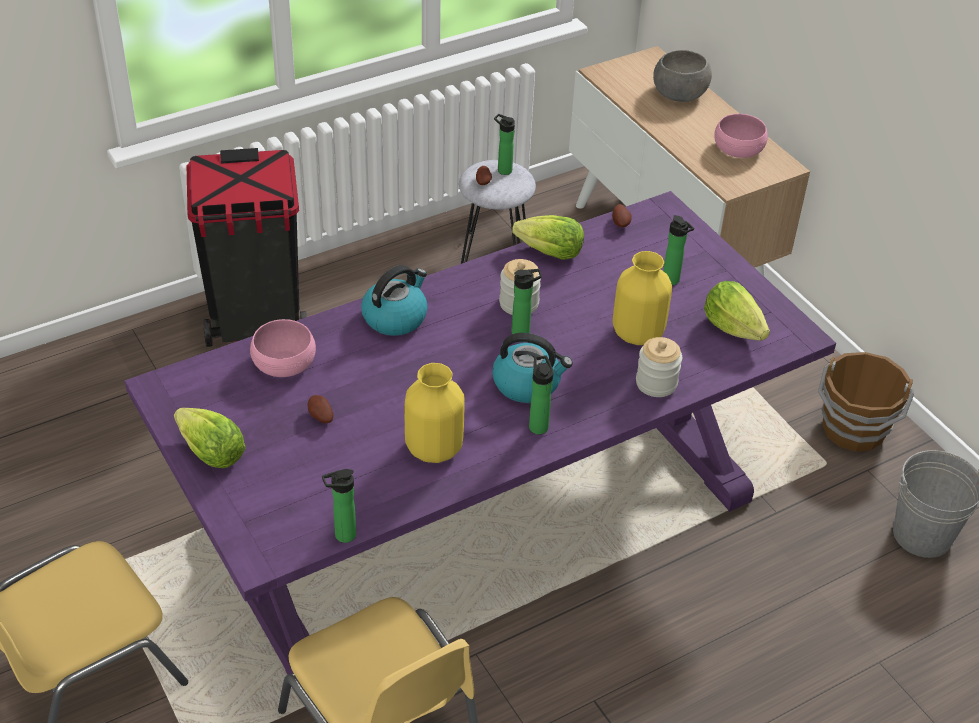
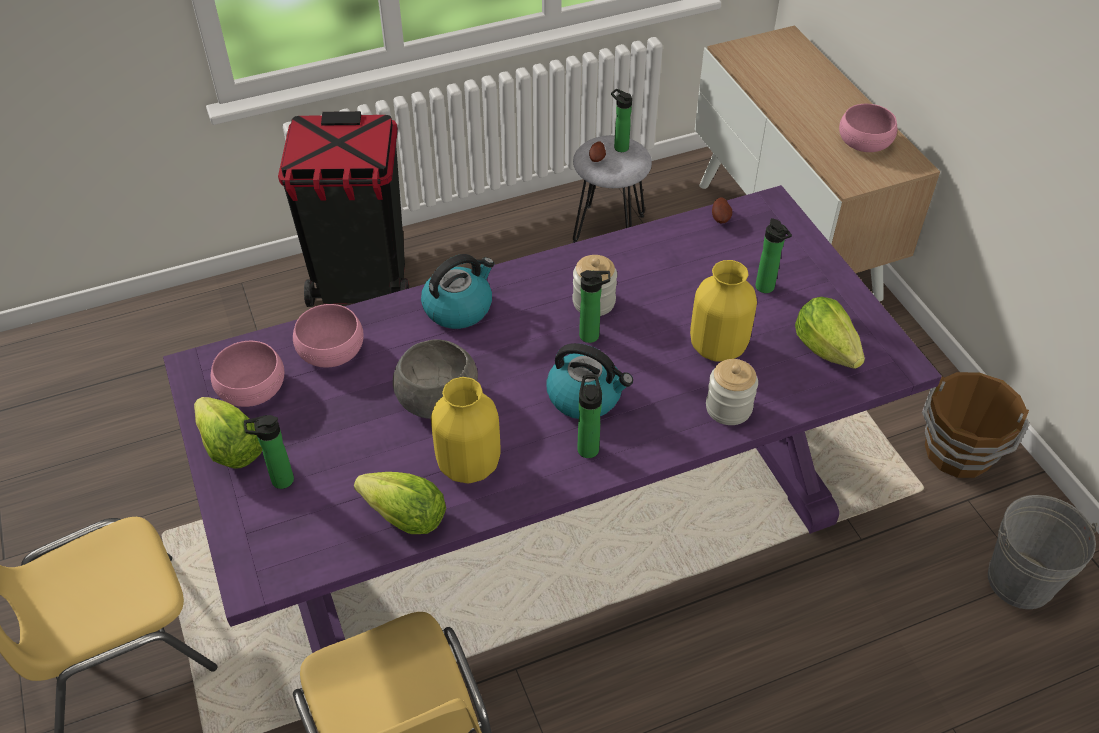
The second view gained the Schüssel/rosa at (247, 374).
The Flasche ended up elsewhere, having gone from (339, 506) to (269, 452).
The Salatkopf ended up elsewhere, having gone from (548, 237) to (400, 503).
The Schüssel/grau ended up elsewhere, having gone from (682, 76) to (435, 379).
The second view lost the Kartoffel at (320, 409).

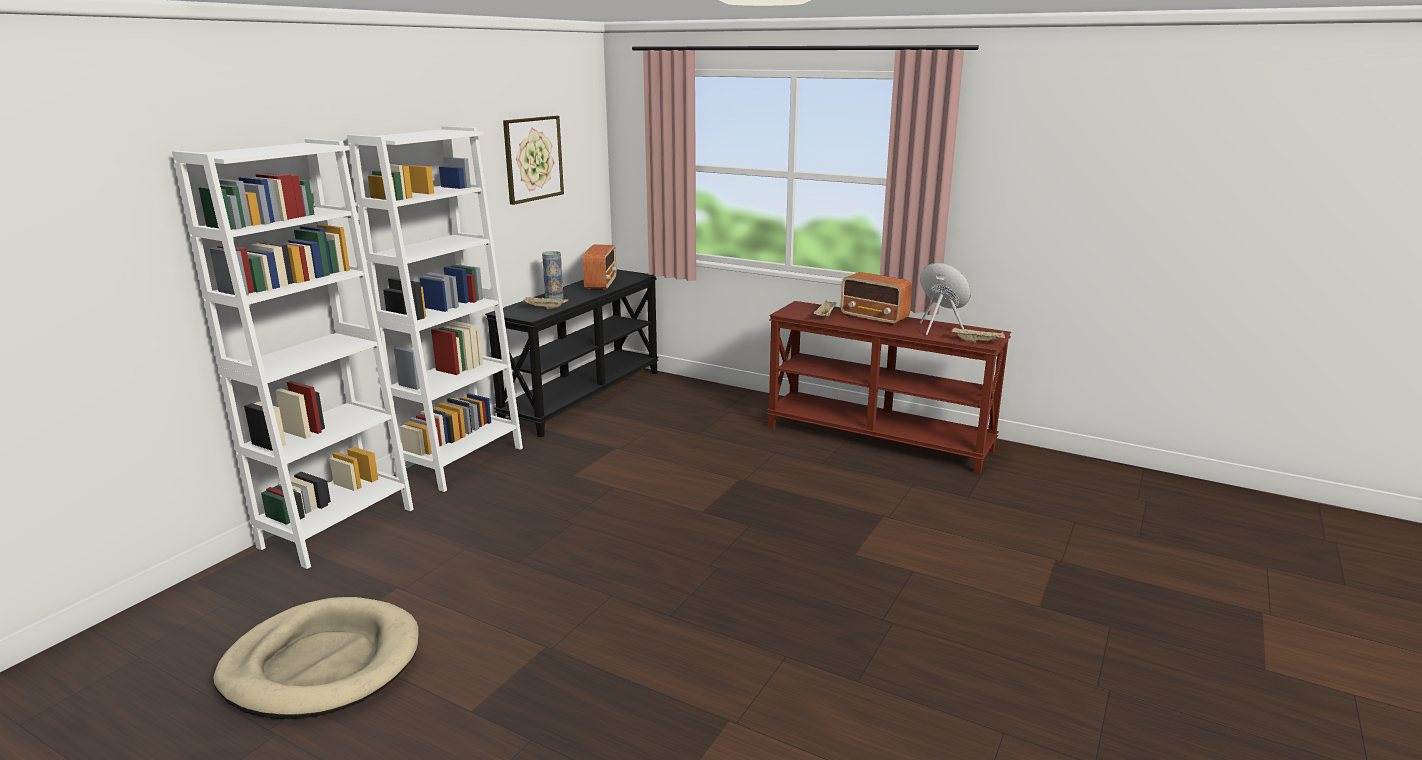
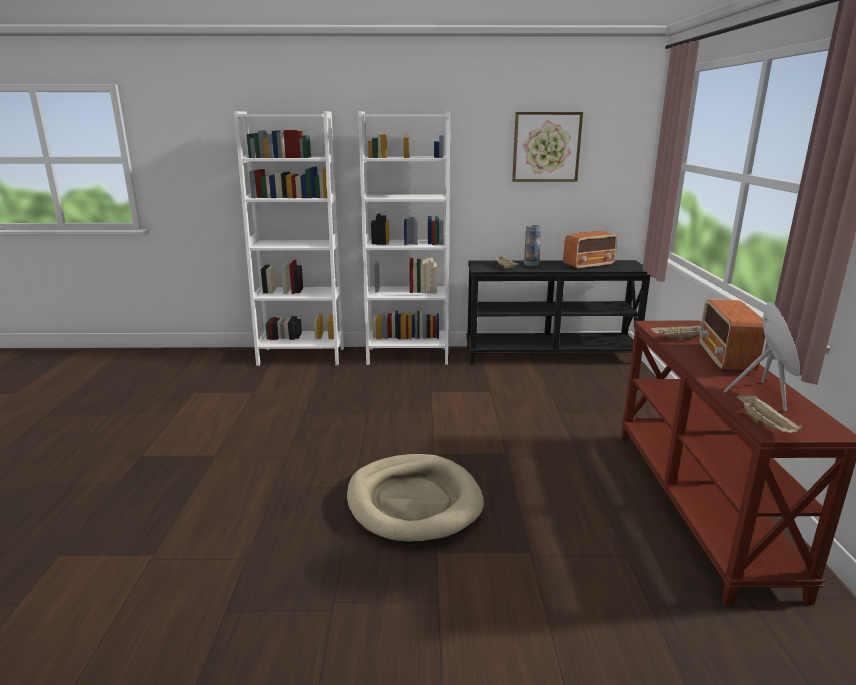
The Hundebett/beige ended up elsewhere, having gone from (316, 658) to (415, 499).

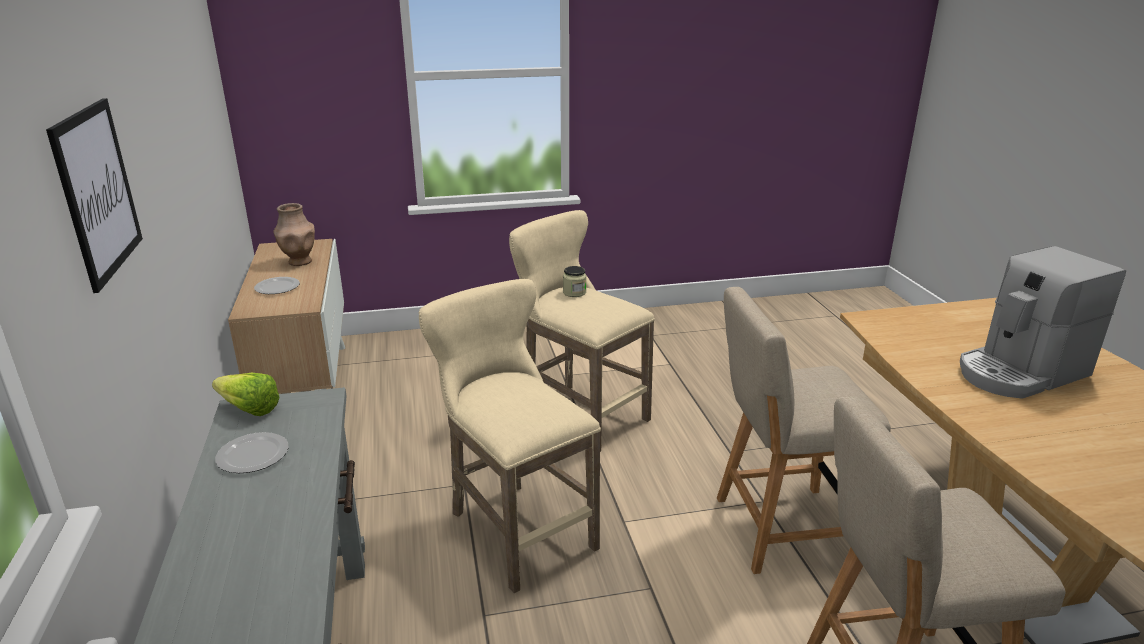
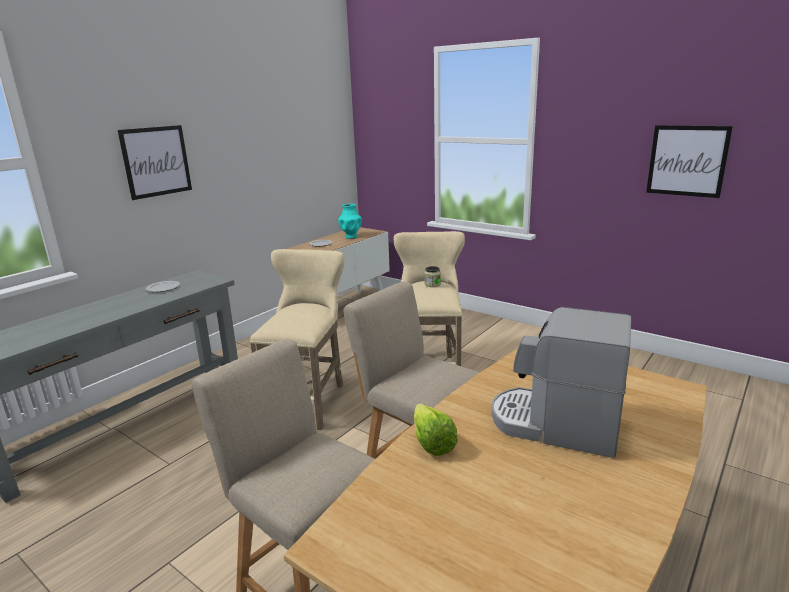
What was the Vase/braun at (294, 234) turned into the Vase/türkis at (350, 221).
The Salatkopf ended up elsewhere, having gone from (246, 394) to (436, 430).
The second view gained the Bild at (689, 161).

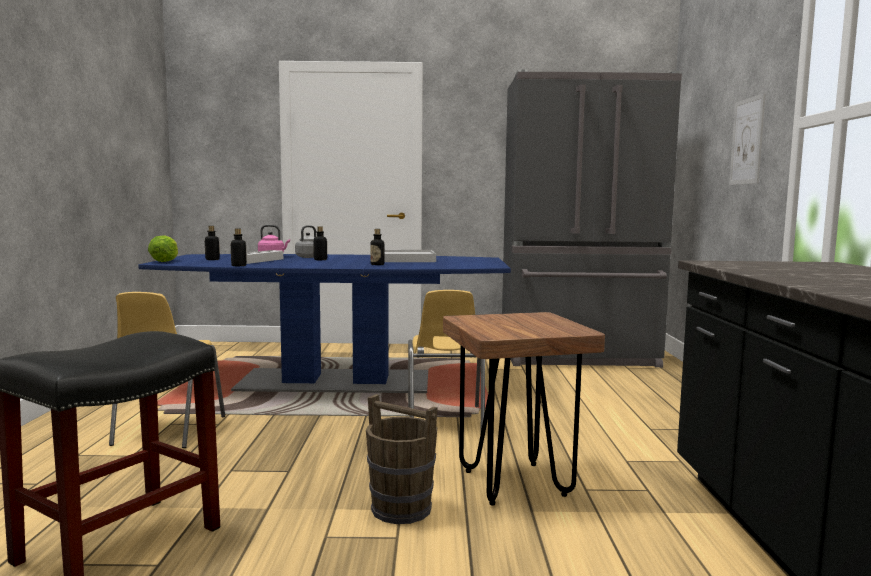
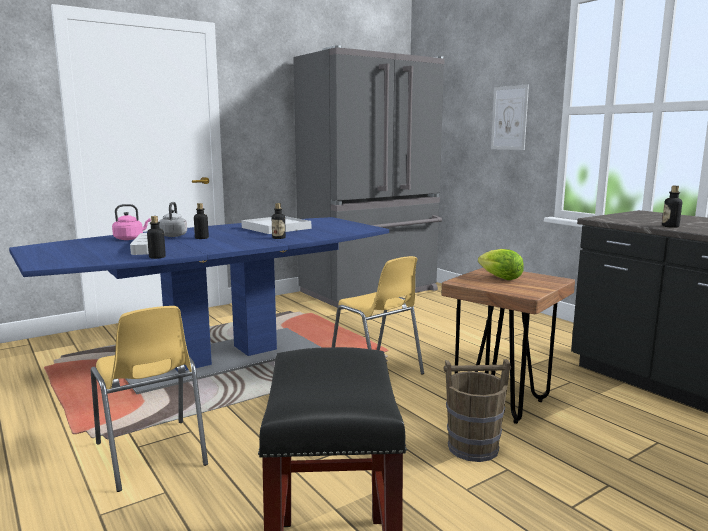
The Salatkopf ended up elsewhere, having gone from (163, 248) to (501, 264).
The Flasche ended up elsewhere, having gone from (212, 243) to (672, 207).

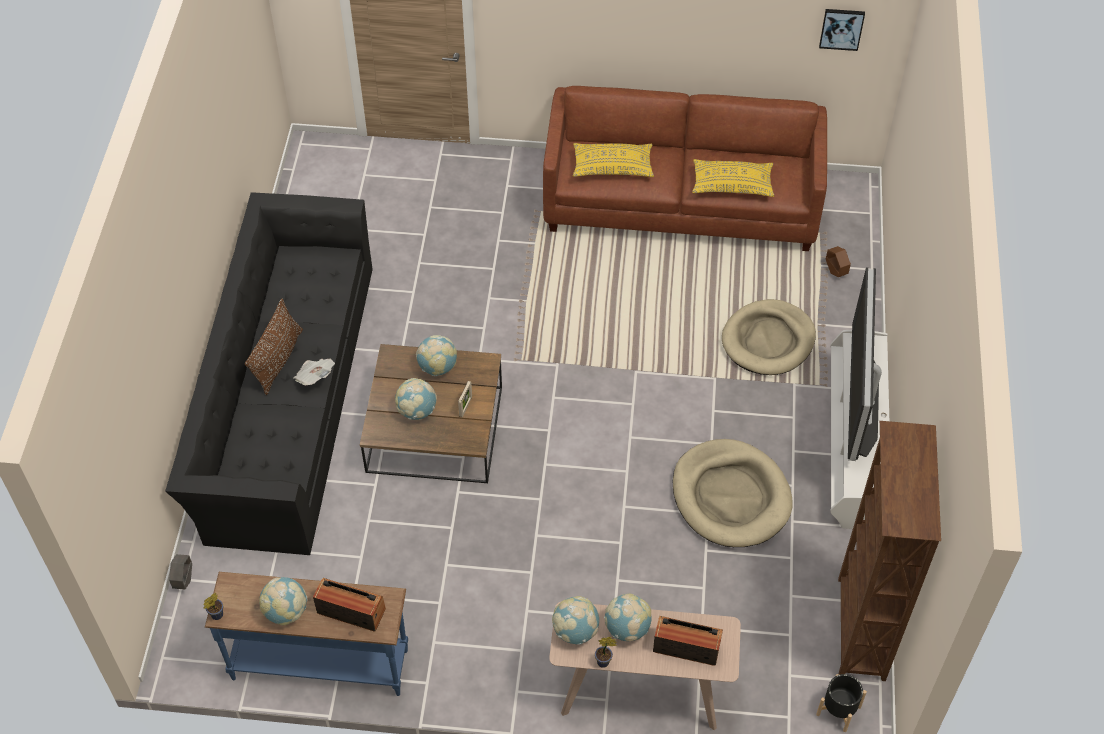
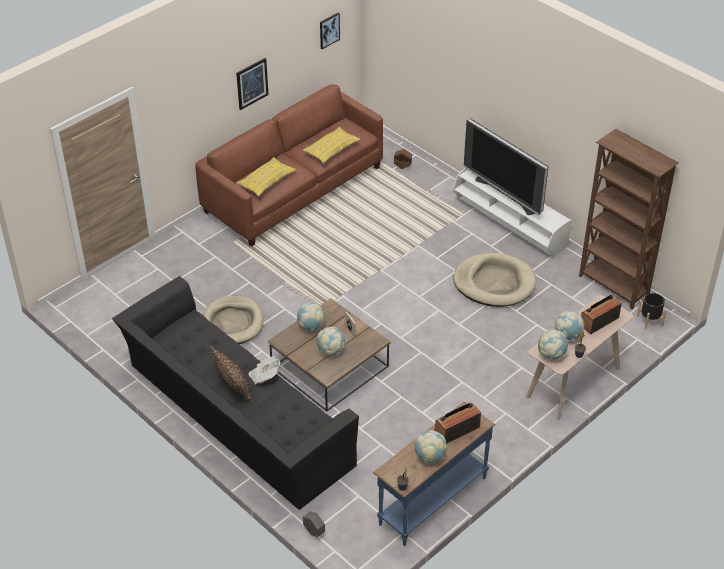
The Hundebett/beige ended up elsewhere, having gone from (769, 337) to (233, 320).
The second view gained the Bild at (252, 84).

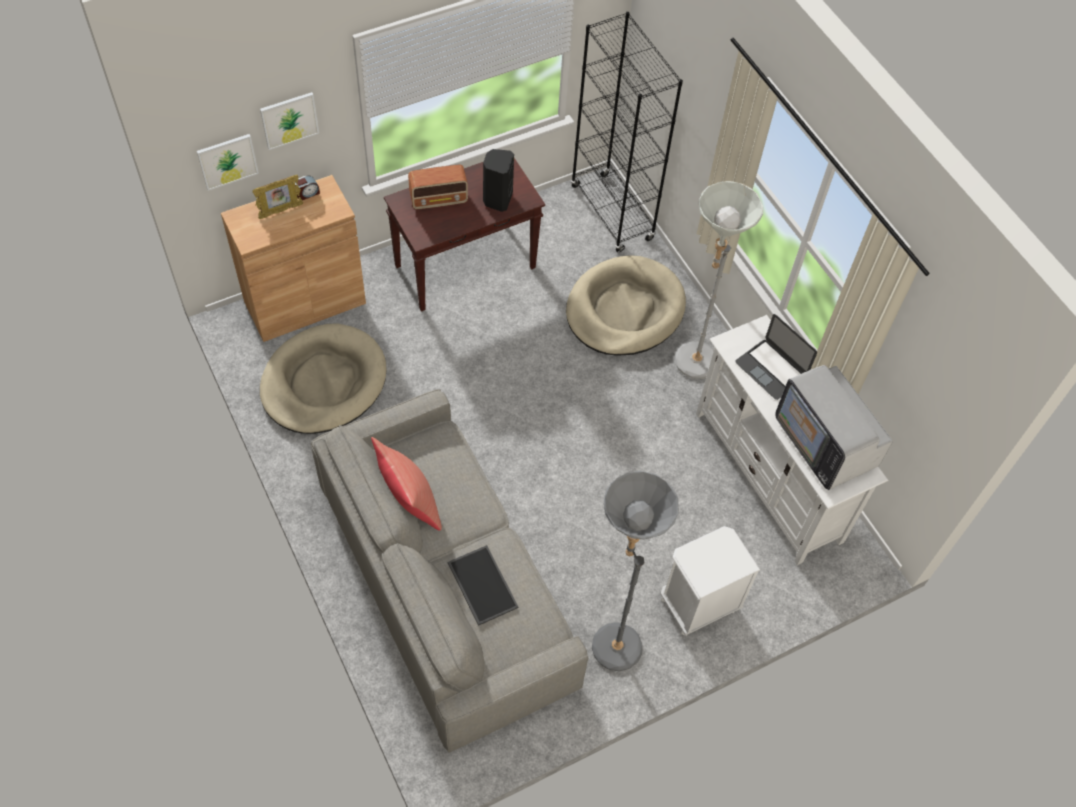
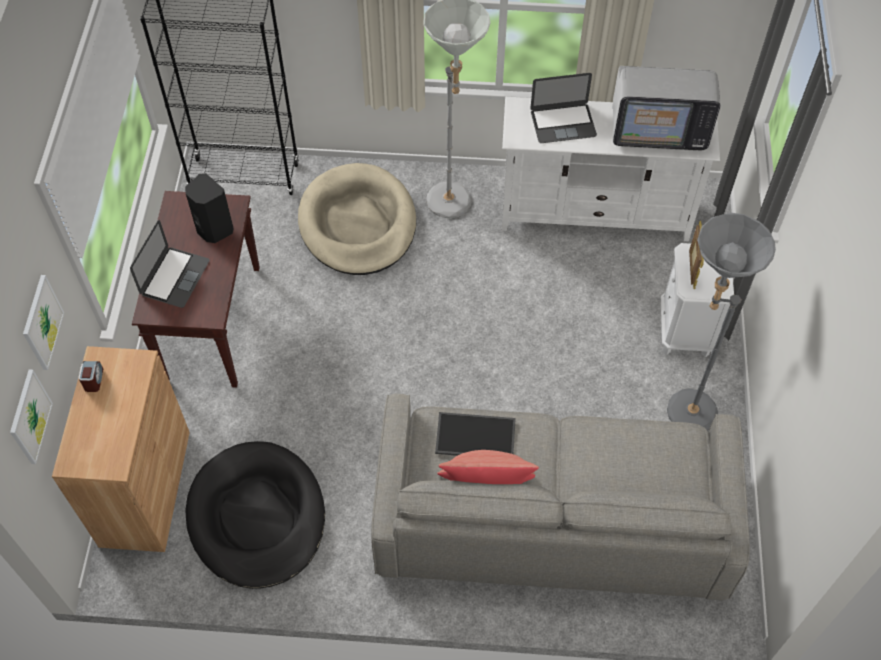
Where the Radio stood at (438, 186), the Laptop came to stand at (169, 264).
What was the Hundebett/beige at (323, 379) turned into the Hundebett/schwarz at (255, 515).
The Tablett ended up elsewhere, having gone from (483, 585) to (475, 434).
The Bilderrahmen ended up elsewhere, having gone from (278, 197) to (696, 255).

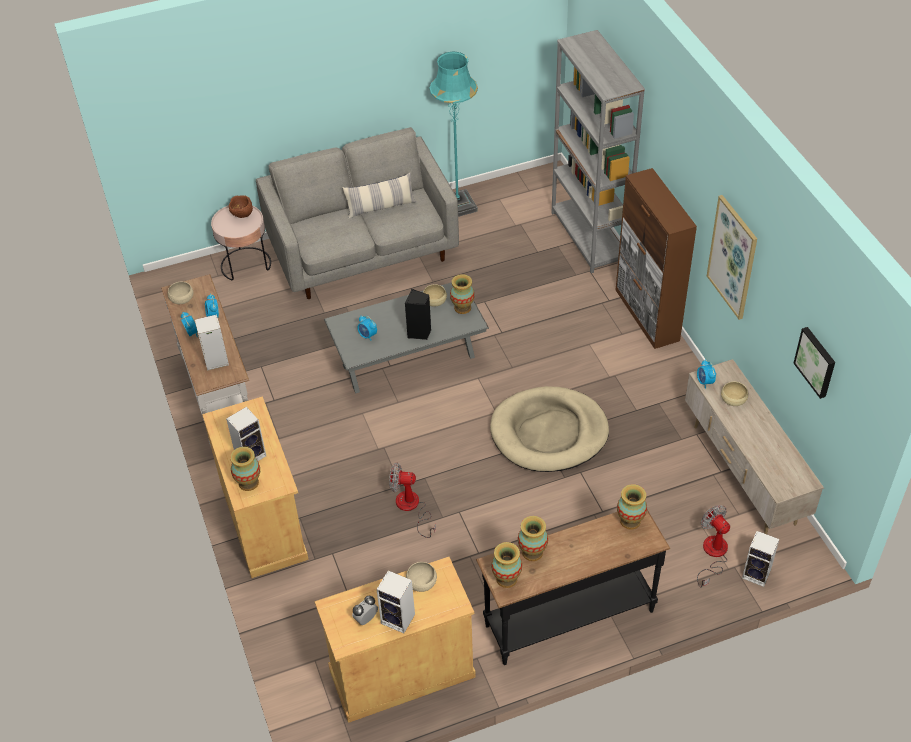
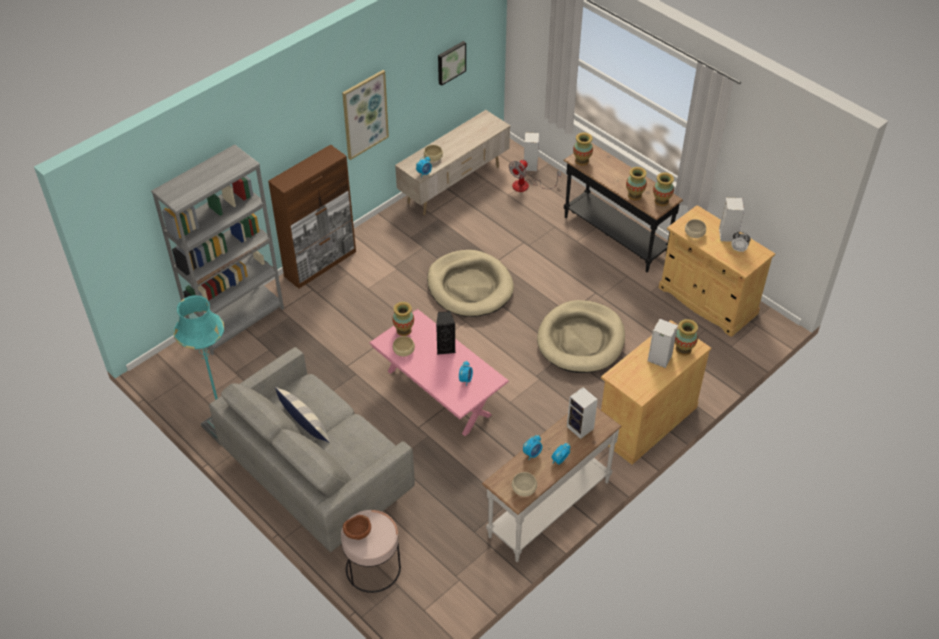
What was the Couchtisch/grau at (406, 338) turned into the Couchtisch/rosa at (439, 372).
Where the Ventilator stood at (412, 500), the Hundebett/beige came to stand at (581, 336).

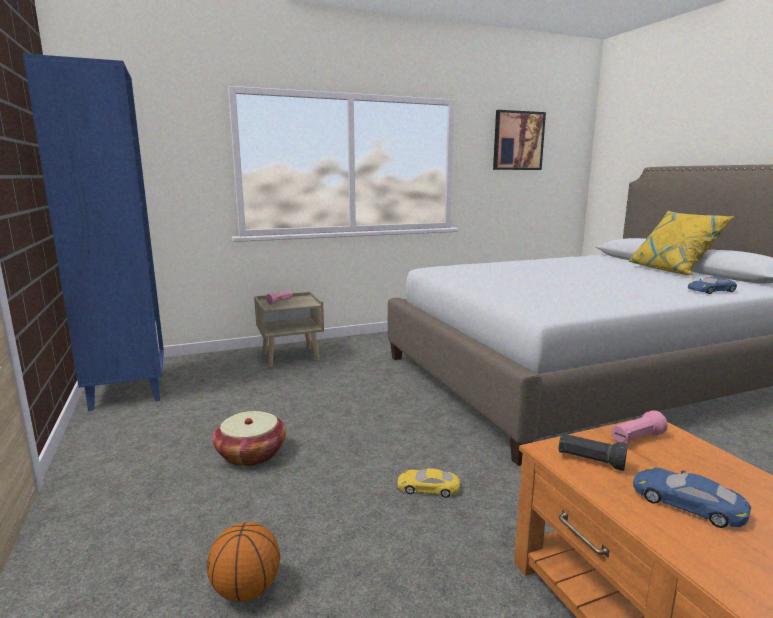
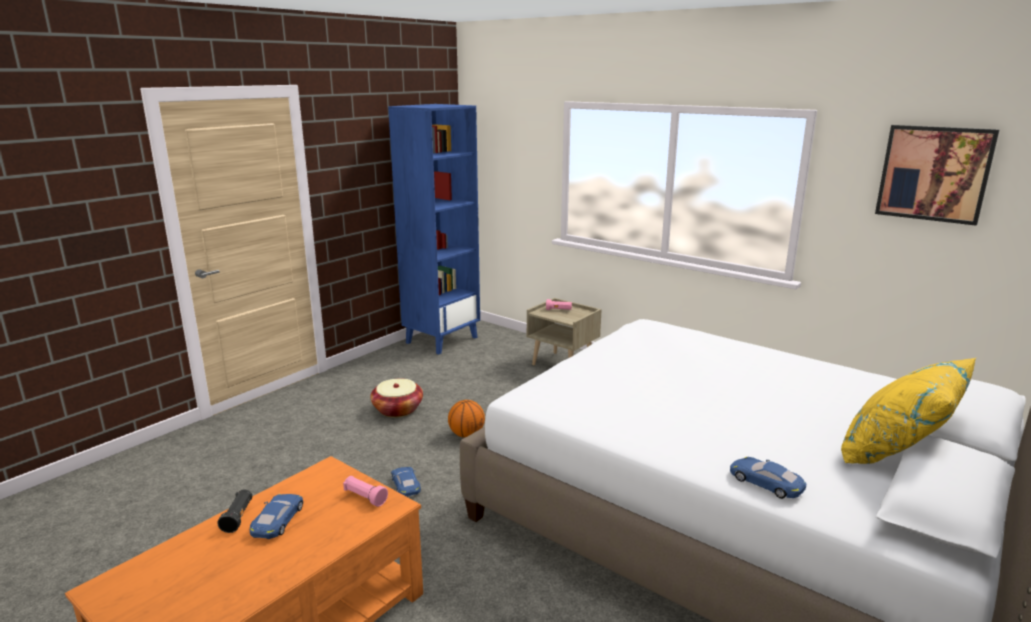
The Taschenlampe/schwarz ended up elsewhere, having gone from (593, 452) to (234, 511).
What was the Spielzeugauto/gelb at (429, 482) turned into the Spielzeugauto/blau at (406, 481).
The Basketball ended up elsewhere, having gone from (243, 562) to (466, 418).

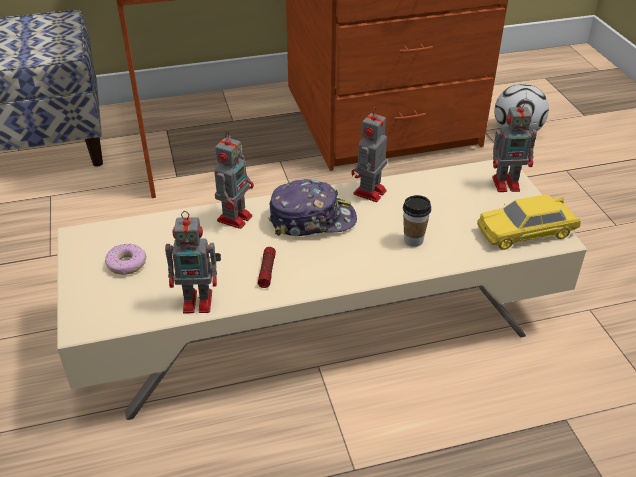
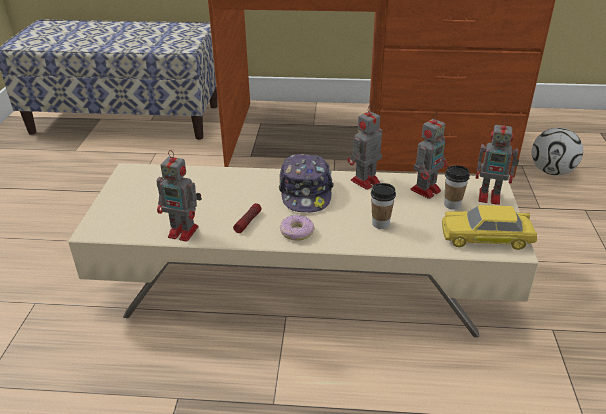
The Kappe at (312, 207) ended up facing another way, 75 degrees clockwise from before.
The Donut ended up elsewhere, having gone from (126, 259) to (297, 228).
The Spielzeugroboter ended up elsewhere, having gone from (234, 180) to (429, 156).
The second view gained the Tasse at (457, 187).

